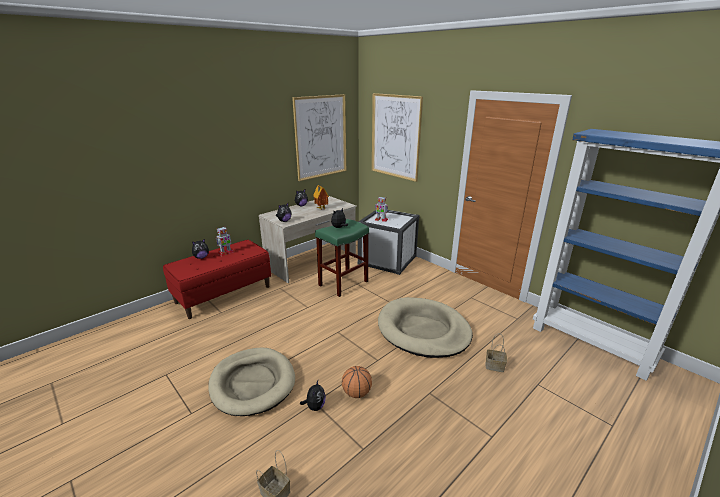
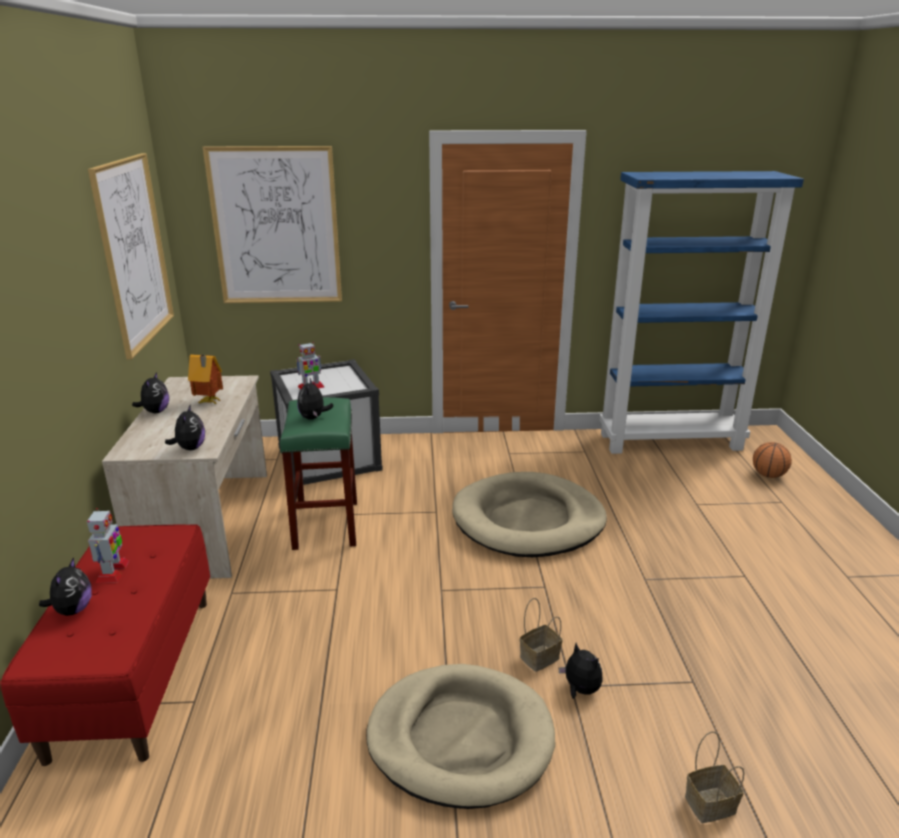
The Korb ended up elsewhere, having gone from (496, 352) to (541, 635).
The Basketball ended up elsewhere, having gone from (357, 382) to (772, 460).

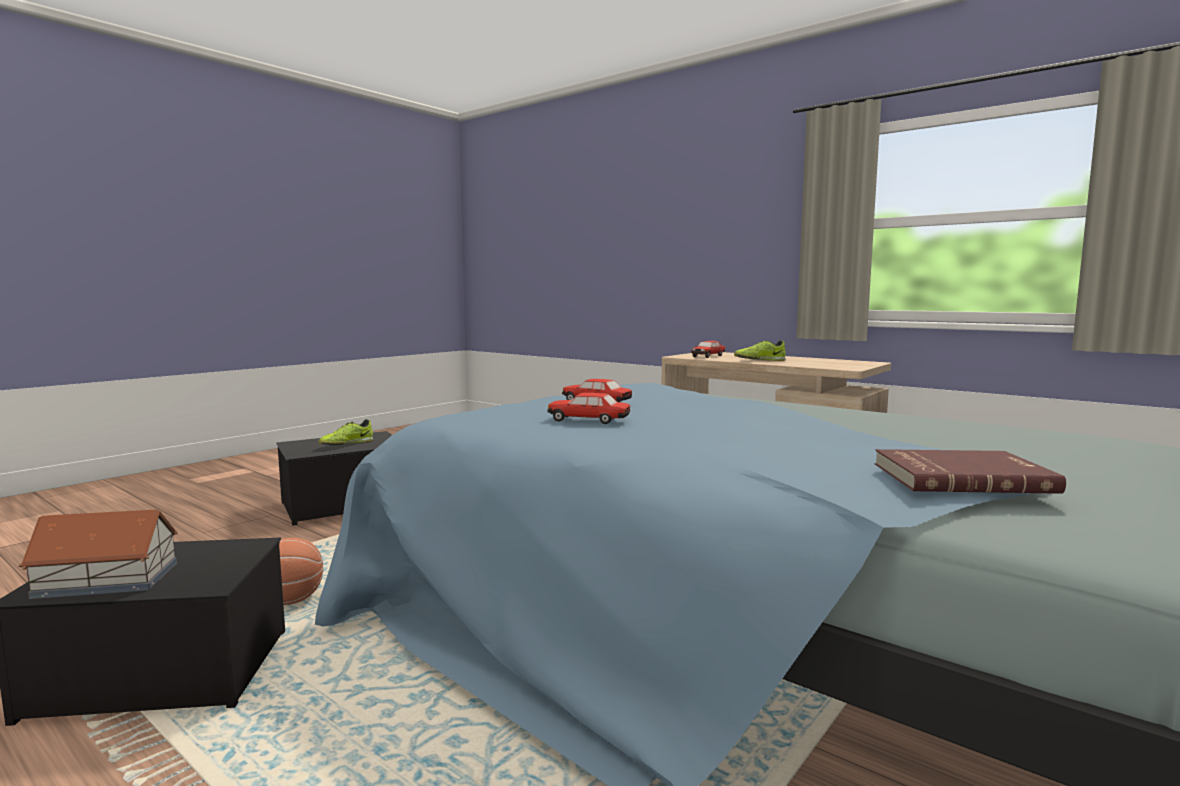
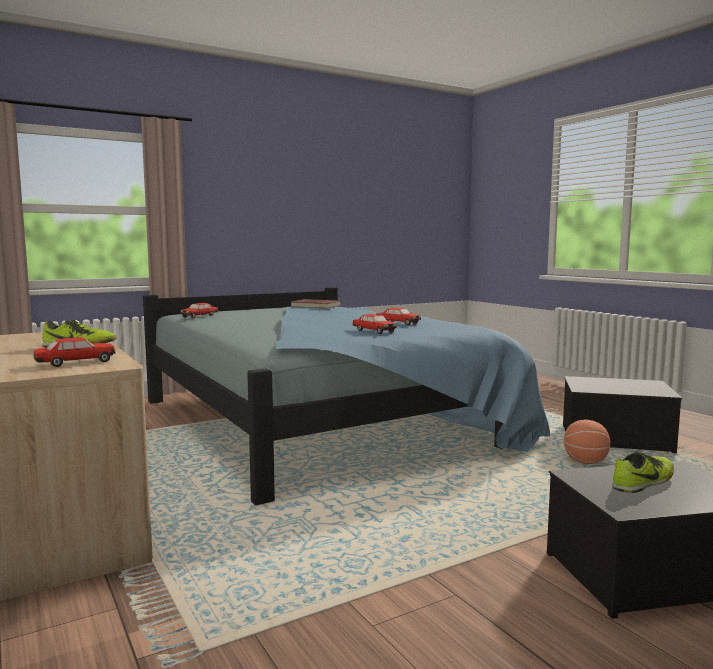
The second view gained the Spielzeugauto at (199, 310).
The second view lost the Spielzeughaus at (98, 554).

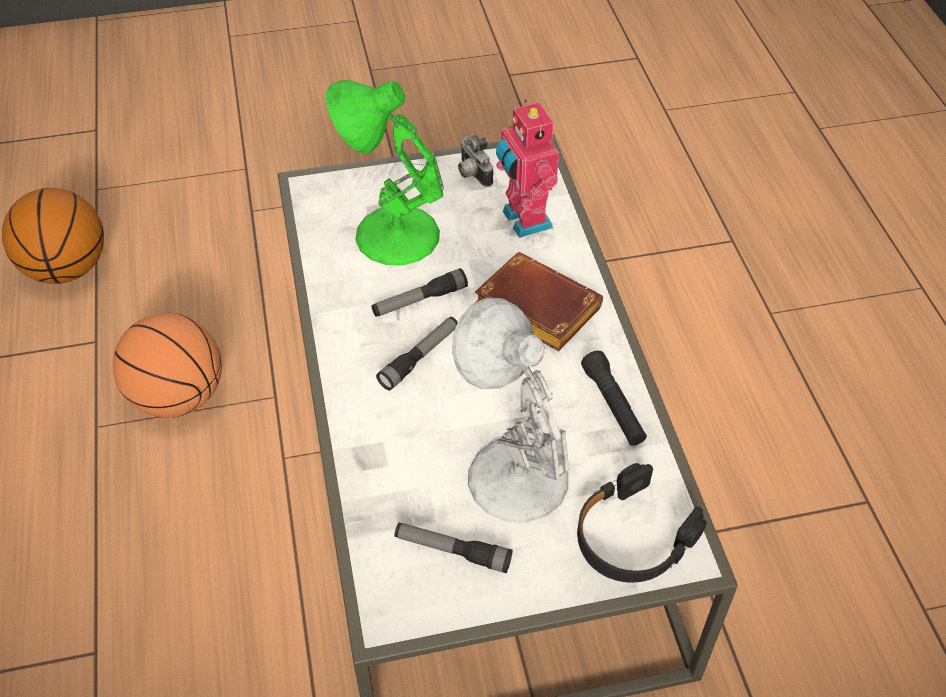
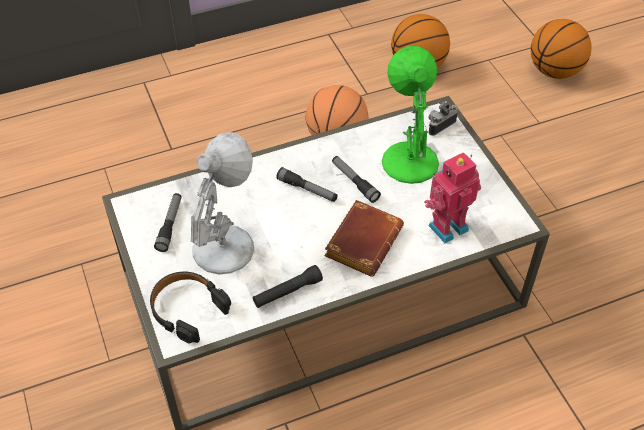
The Kamera ended up elsewhere, having gone from (475, 161) to (443, 118).
The second view gained the Basketball at (561, 49).

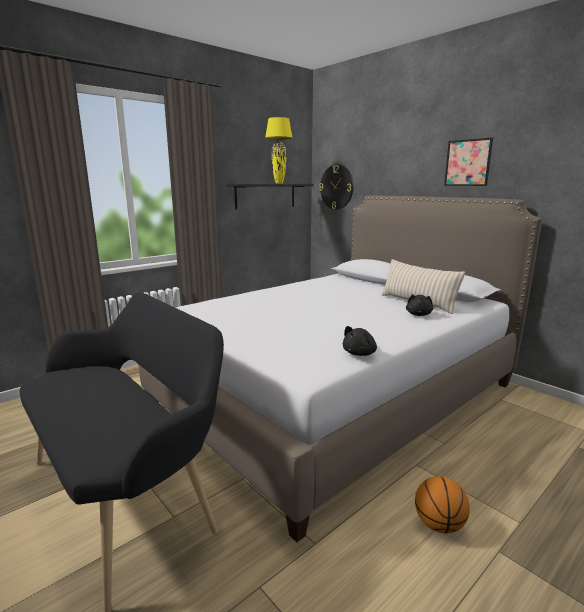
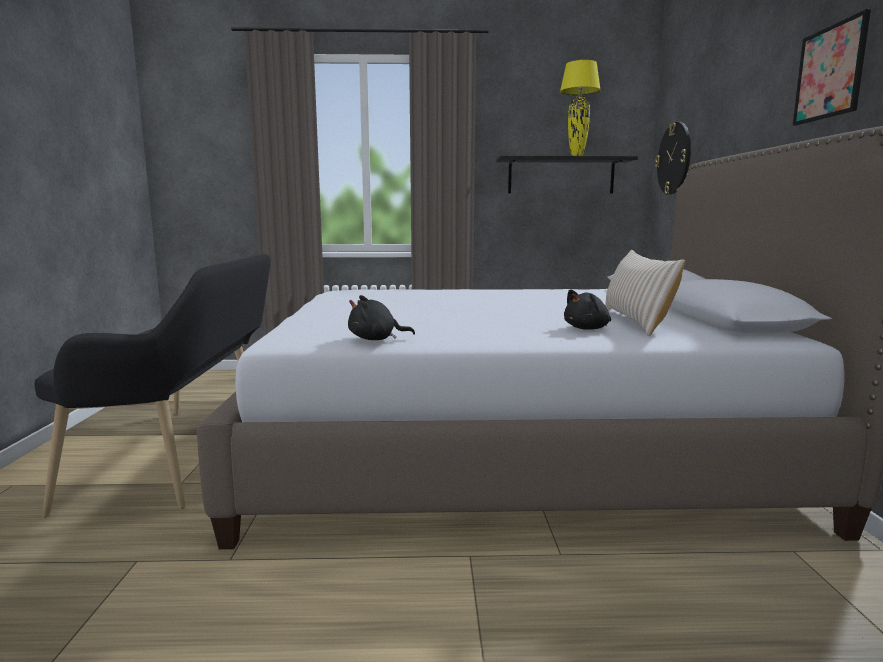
The second view lost the Basketball at (442, 505).

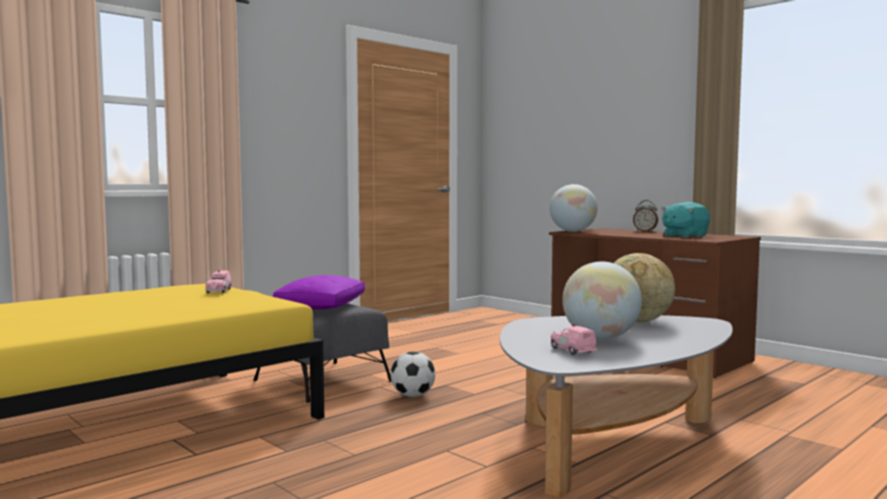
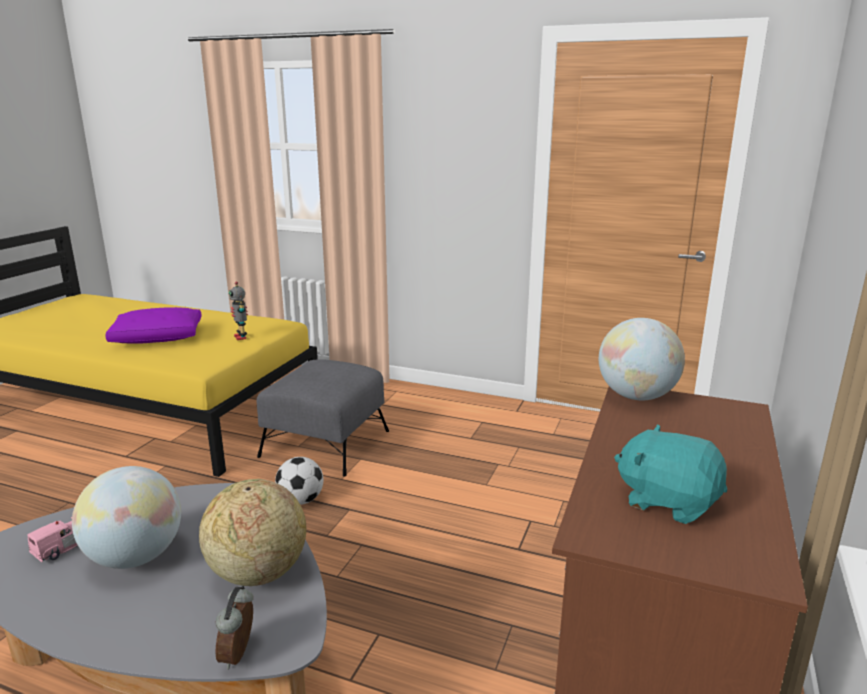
The Kissen/lila ended up elsewhere, having gone from (319, 292) to (153, 325).
The Wecker ended up elsewhere, having gone from (645, 216) to (234, 627).
Where the Spielzeugauto/rosa stood at (218, 281), the Spielzeugroboter came to stand at (238, 311).

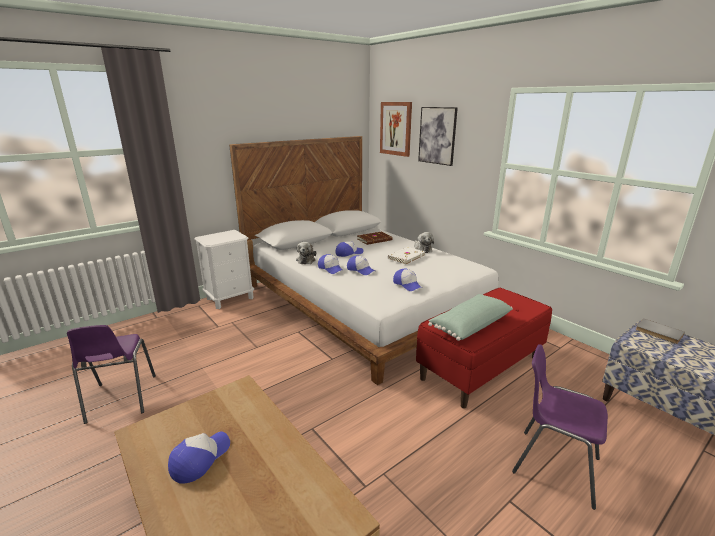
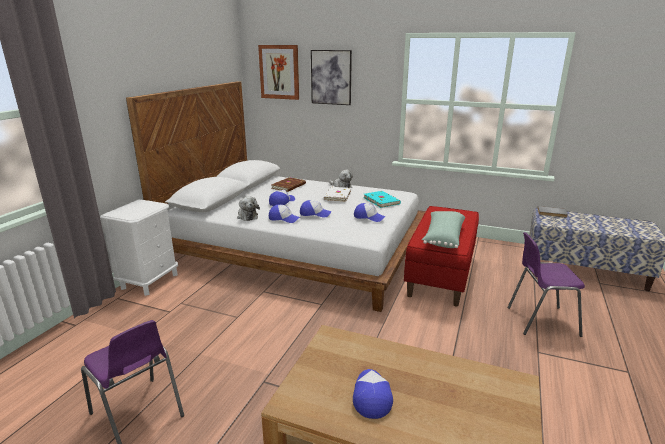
The second view gained the Buch/türkis at (382, 199).

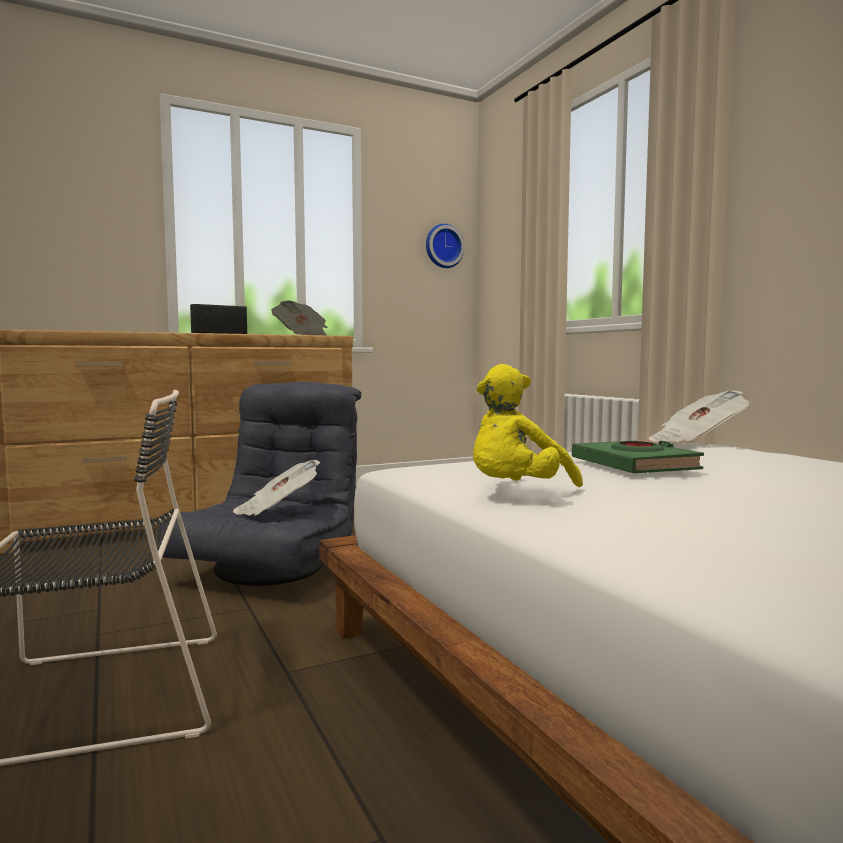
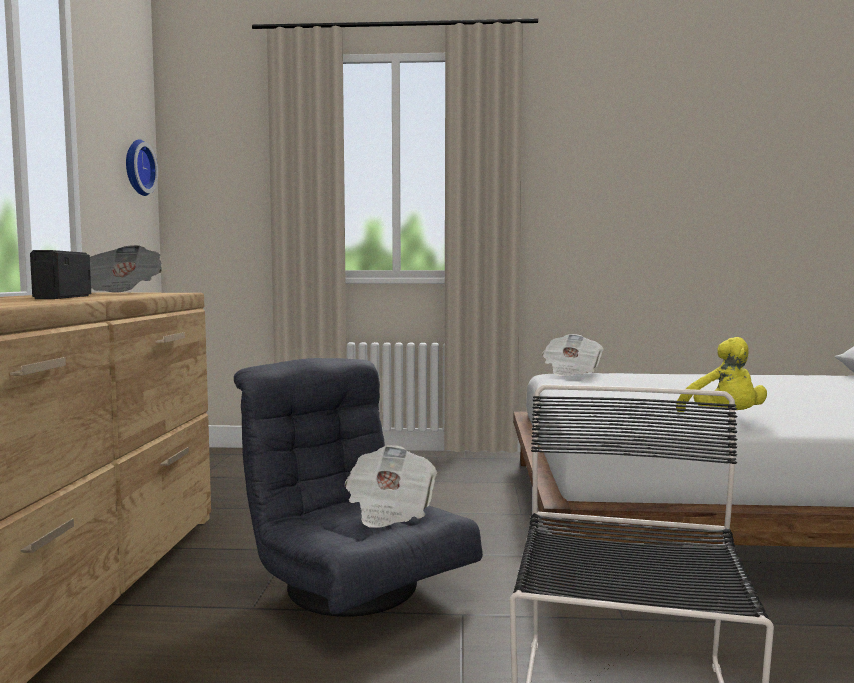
The second view lost the Buch/grün at (638, 457).

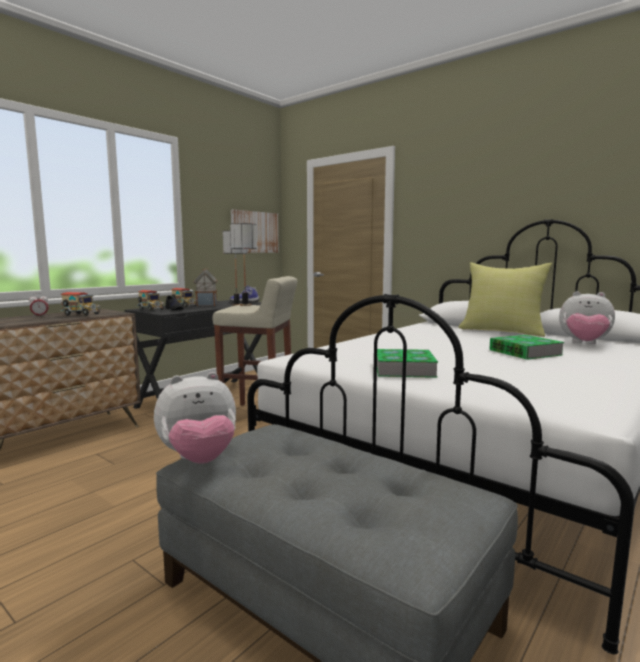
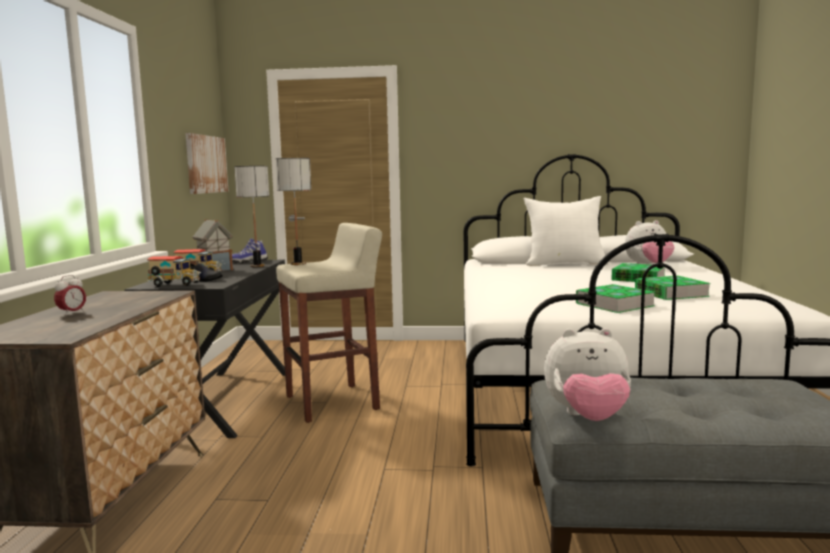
What was the Kissen/gelb at (505, 299) turned into the Kissen/weiß at (566, 231).
The Plüschtier at (195, 418) ended up facing another way, 60 degrees clockwise from before.
The second view gained the Buch at (672, 288).
The second view lost the Spielzeuglaster at (80, 304).

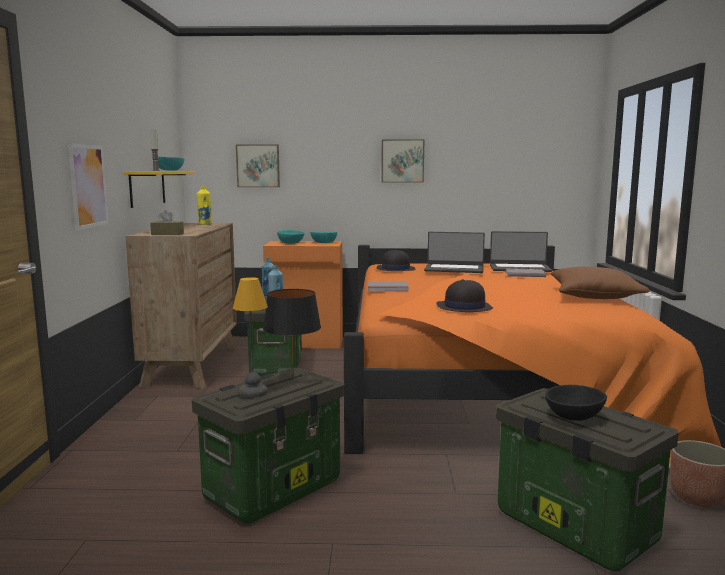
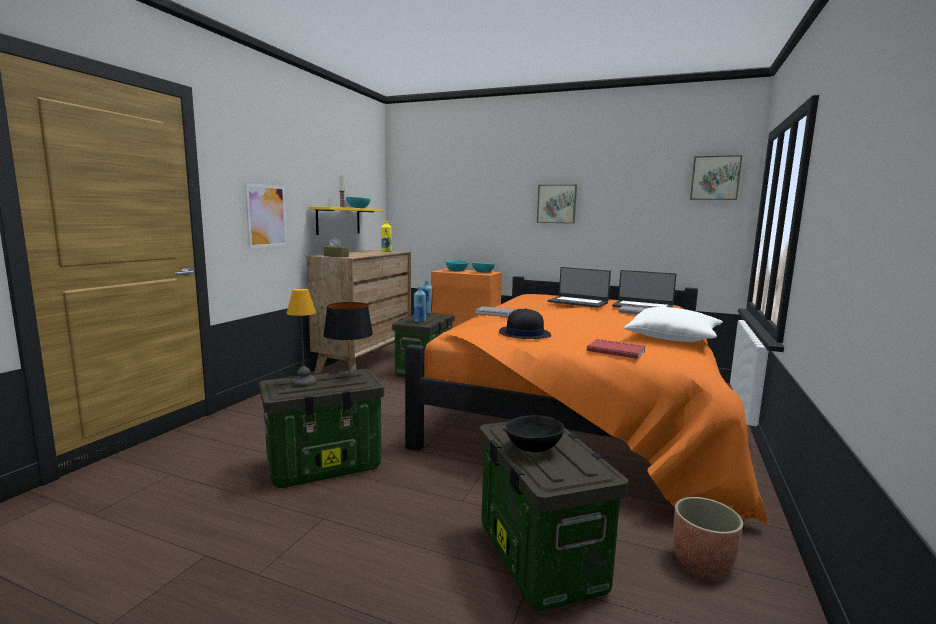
The second view gained the Buch/rot at (616, 349).
What was the Kissen/braun at (600, 283) turned into the Kissen/weiß at (673, 324).
The Bild ended up elsewhere, having gone from (258, 166) to (716, 177).
The second view lost the Hut/schwarz at (395, 260).

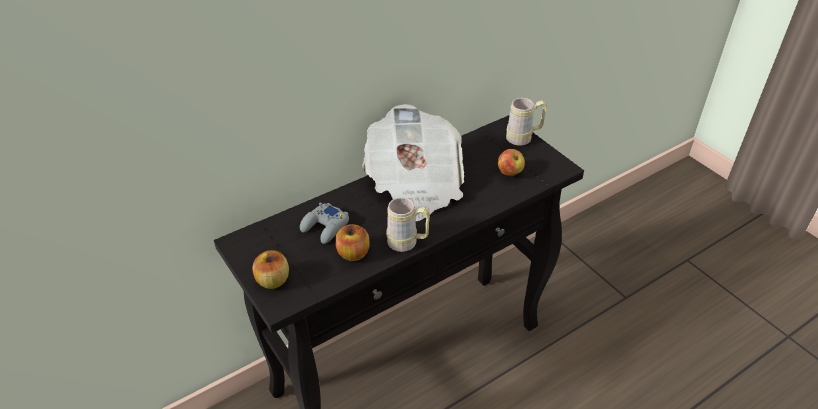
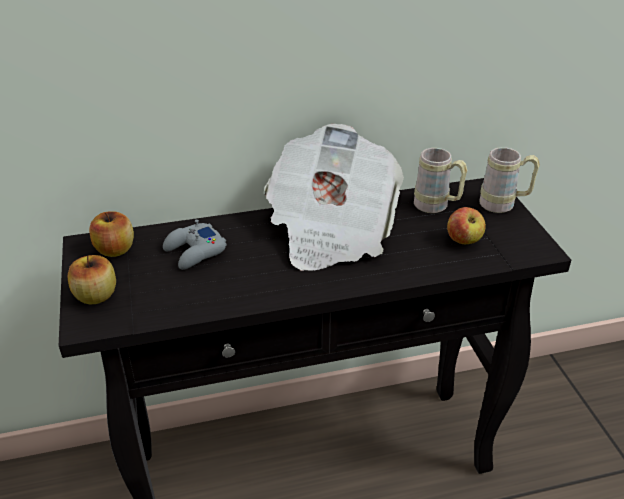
The Apfel ended up elsewhere, having gone from (352, 242) to (111, 234).
The Henkelbecher/beige ended up elsewhere, having gone from (408, 224) to (440, 180).

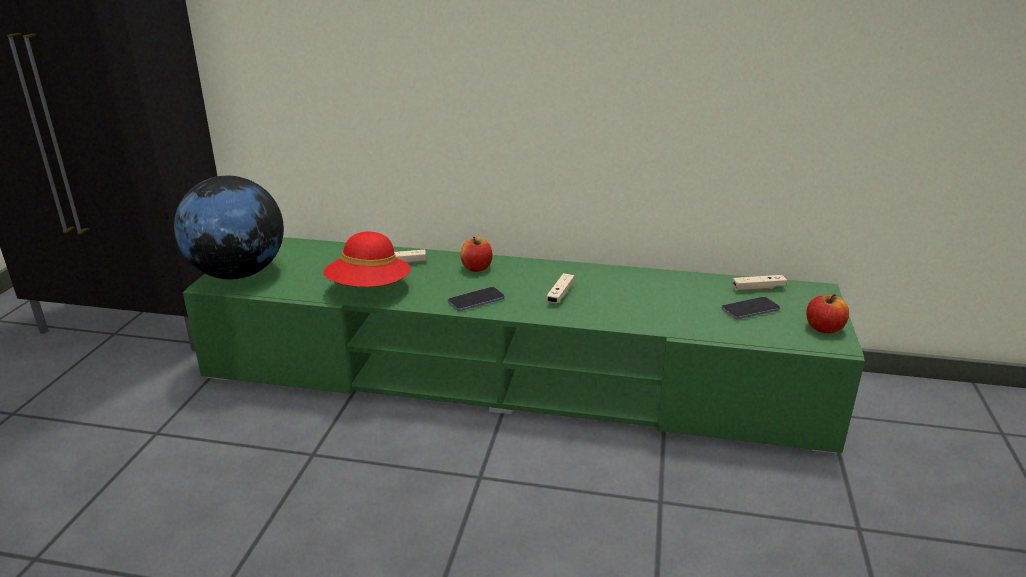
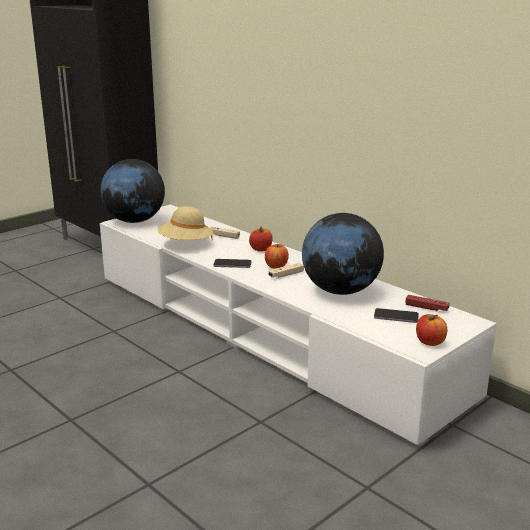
What was the Fernsehschrank/grün at (524, 345) turned into the Fernsehschrank/weiß at (298, 325).
What was the Hut/rot at (367, 259) turned into the Hut/beige at (185, 223).
The second view gained the Apfel at (277, 256).
The second view gained the Globus at (343, 254).
What was the Gamepad/beige at (760, 283) turned into the Gamepad/rot at (428, 303).

